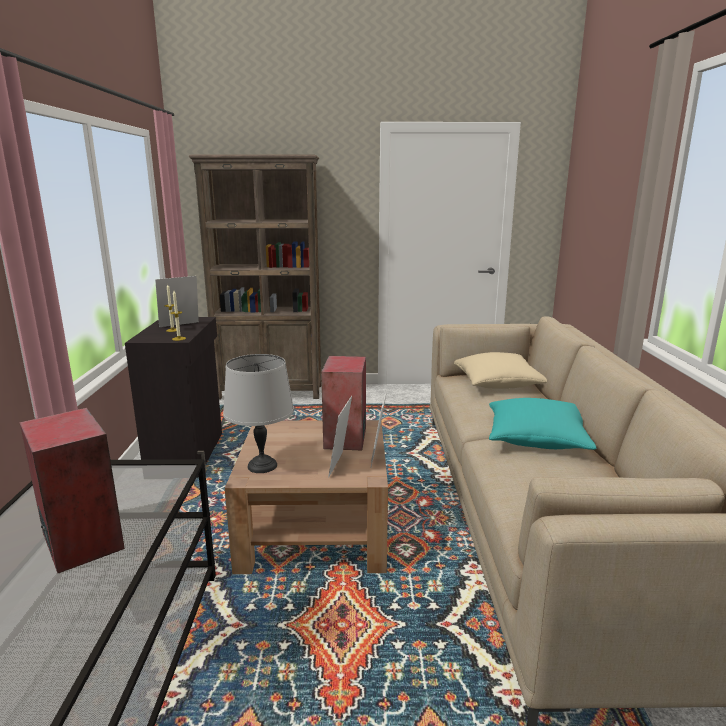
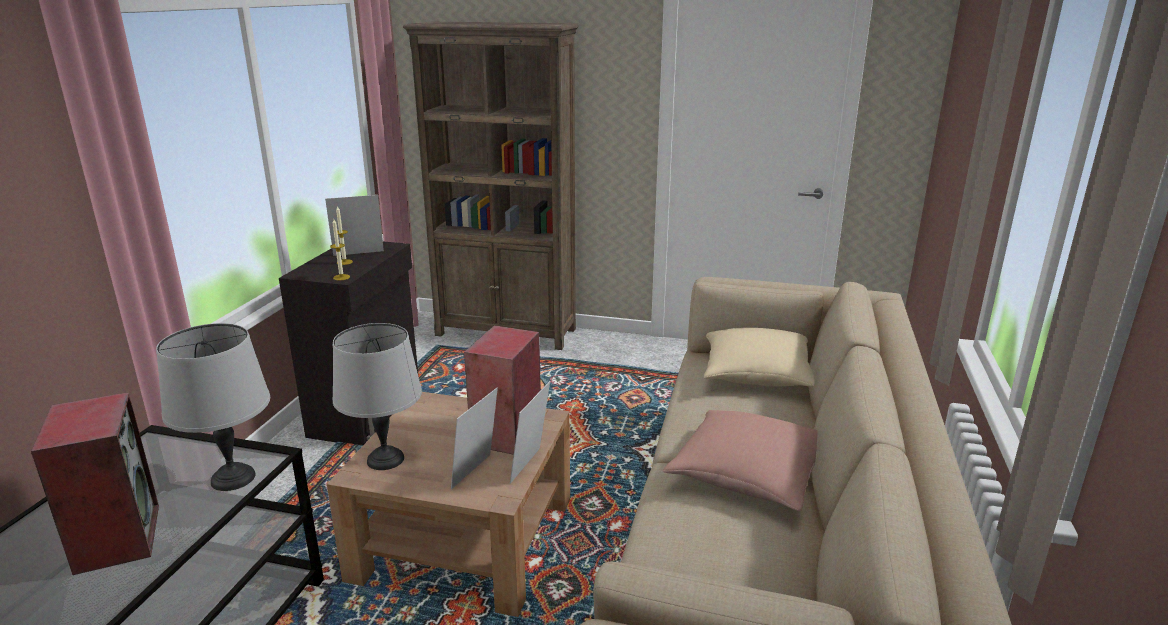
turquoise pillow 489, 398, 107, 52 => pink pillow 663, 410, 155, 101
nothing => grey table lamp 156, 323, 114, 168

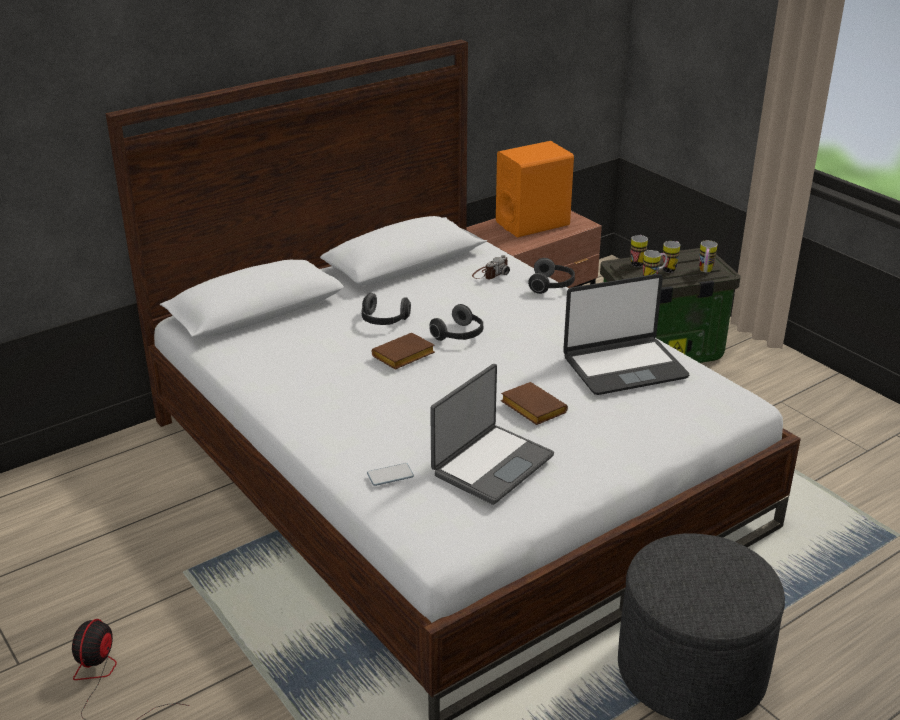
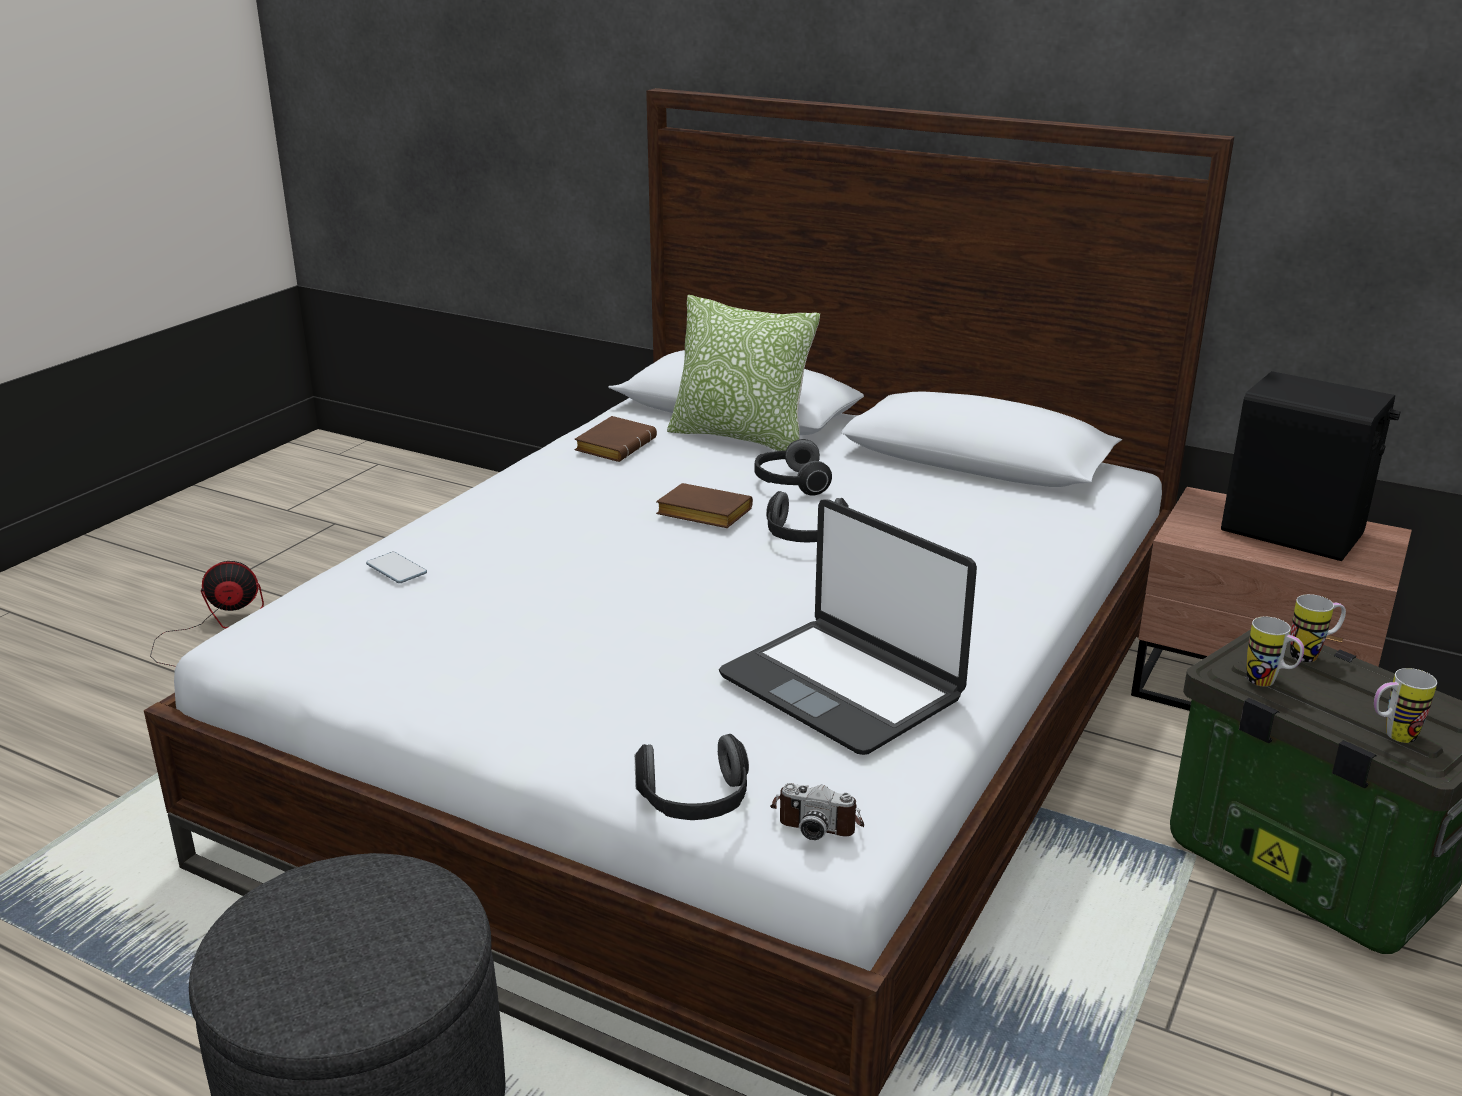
laptop 430, 364, 124, 141 => nothing
photo camera 472, 255, 38, 24 => photo camera 770, 783, 94, 57, relocated
orange speaker 496, 141, 78, 96 => black speaker 1221, 371, 180, 190
brown book 501, 382, 67, 43 => brown book 575, 416, 82, 46, relocated
headphones 528, 258, 47, 36 => headphones 634, 734, 115, 86, relocated
mug 662, 241, 18, 32 => nothing
nothing => pillow 667, 295, 153, 156

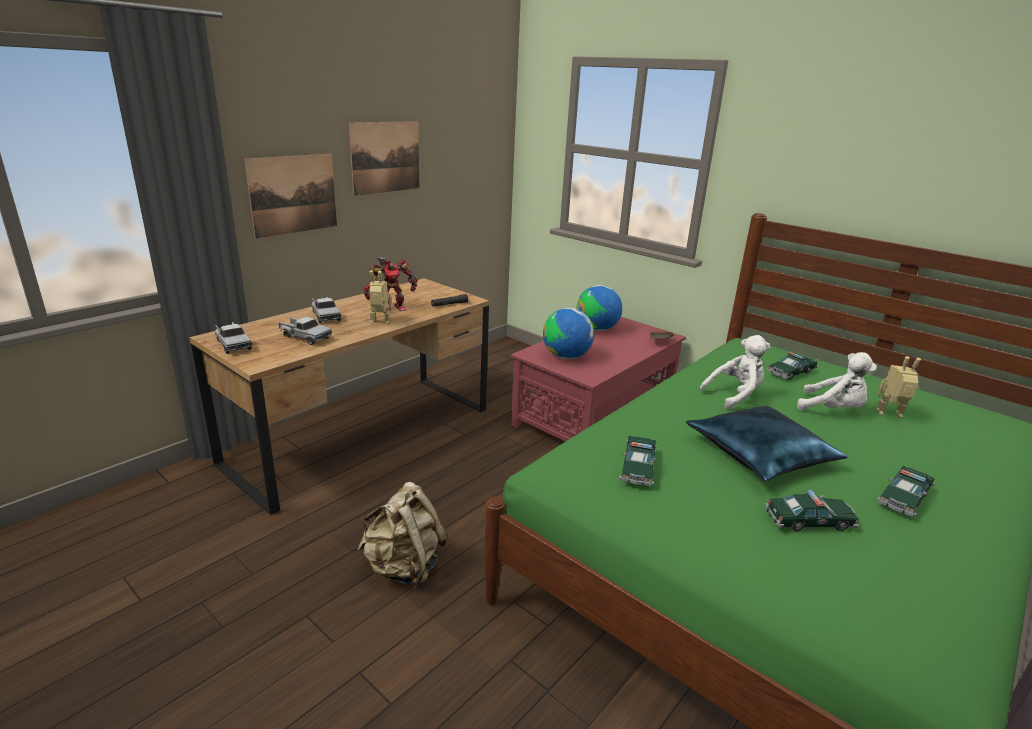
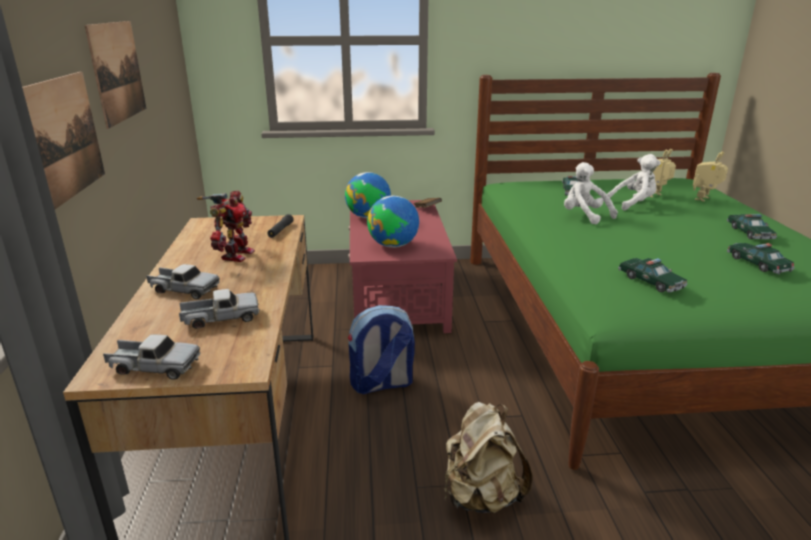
toy robot 369, 270, 23, 54 => toy robot 693, 151, 35, 51, relocated
blue pillow 686, 406, 162, 76 => nothing
white plush toy 700, 335, 70, 74 => white plush toy 564, 162, 54, 62, 60 degrees counterclockwise
toy car 765, 490, 94, 41 => toy car 727, 243, 68, 31, 60 degrees counterclockwise
nothing => backpack 348, 305, 67, 89

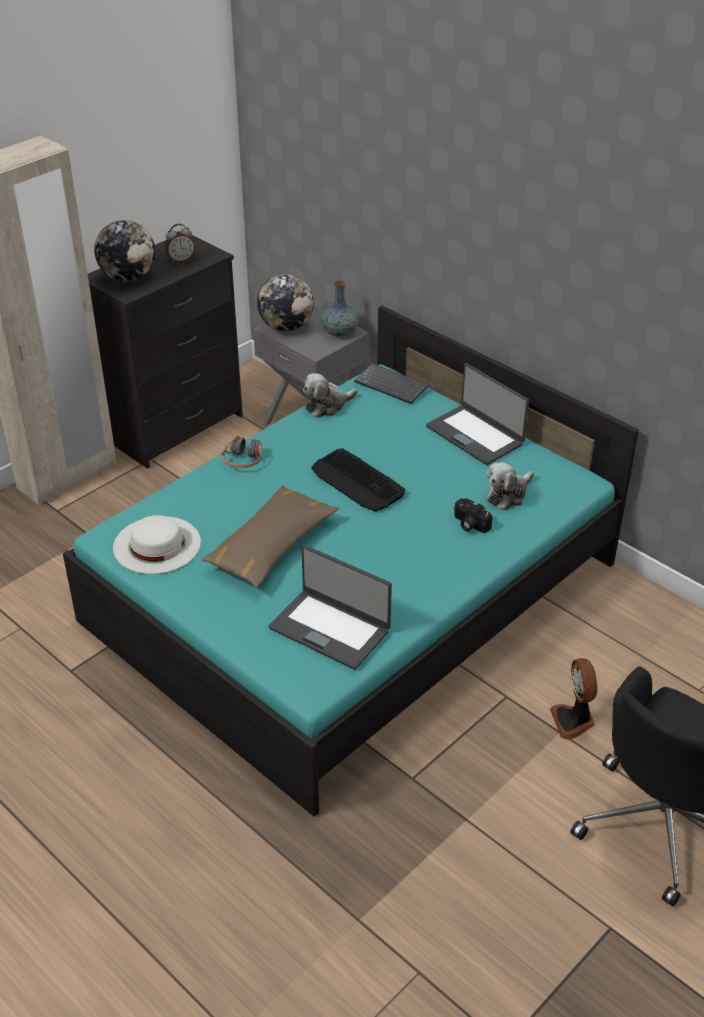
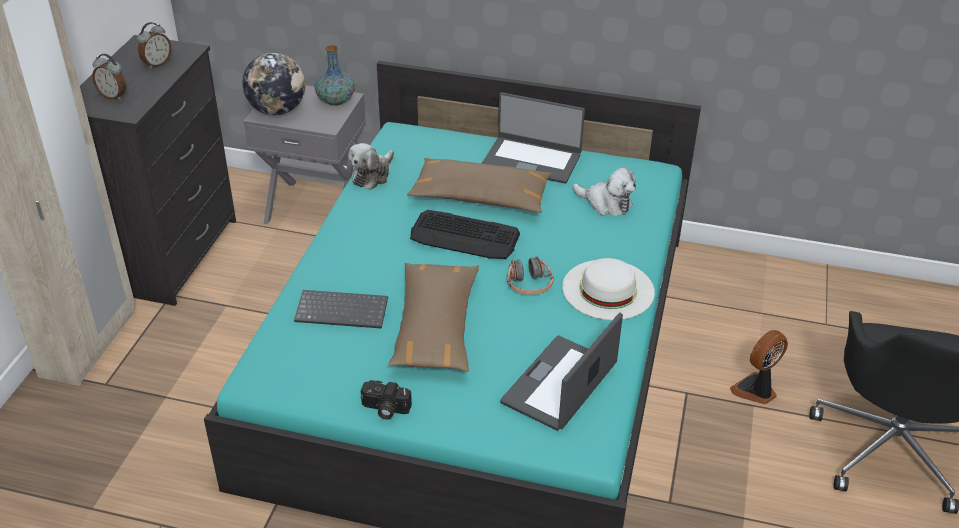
globe 94, 220, 62, 62 => alarm clock 92, 54, 34, 46
white hat 113, 515, 88, 59 => white hat 562, 258, 93, 62, relocated
headphones 222, 436, 40, 32 => headphones 507, 256, 47, 39, relocated
laptop 268, 545, 124, 125 => laptop 500, 312, 123, 119, 120 degrees clockwise
keyboard 354, 363, 75, 41 => keyboard 294, 290, 94, 39, relocated
photo camera 454, 498, 38, 35 => photo camera 361, 380, 51, 40, relocated
plush toy 487, 462, 47, 48 => plush toy 573, 168, 63, 48, 75 degrees counterclockwise
fan 550, 658, 47, 82 => fan 730, 330, 58, 74, 90 degrees clockwise
nothing => brown pillow 407, 158, 145, 55

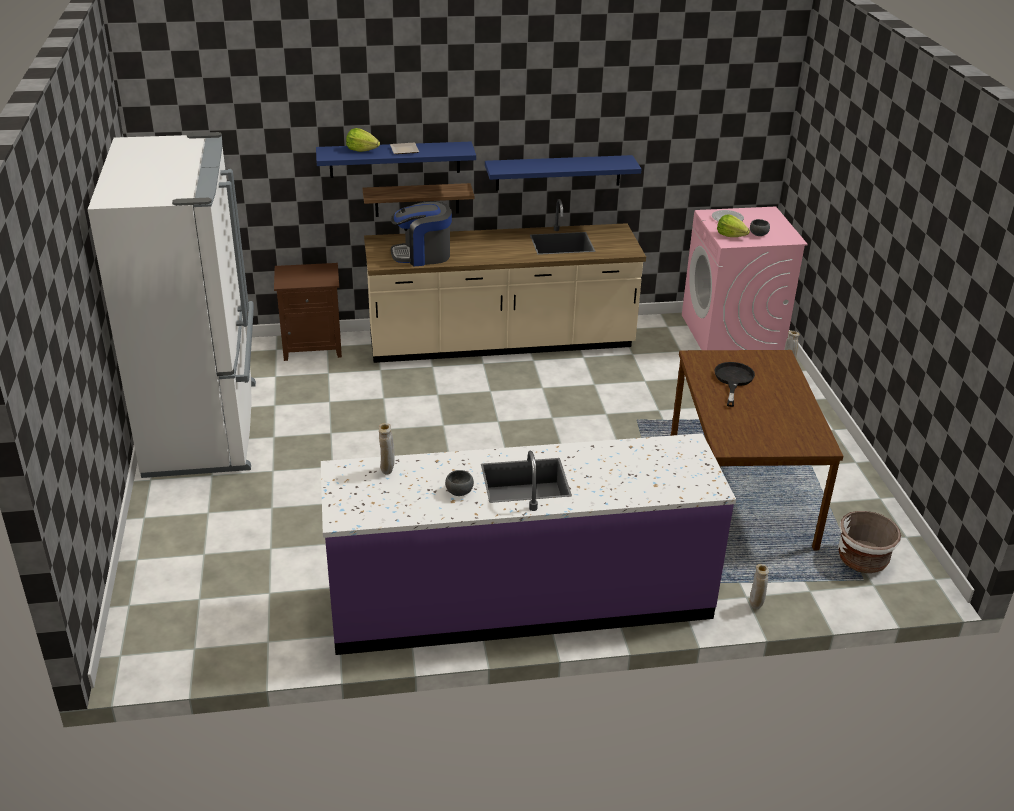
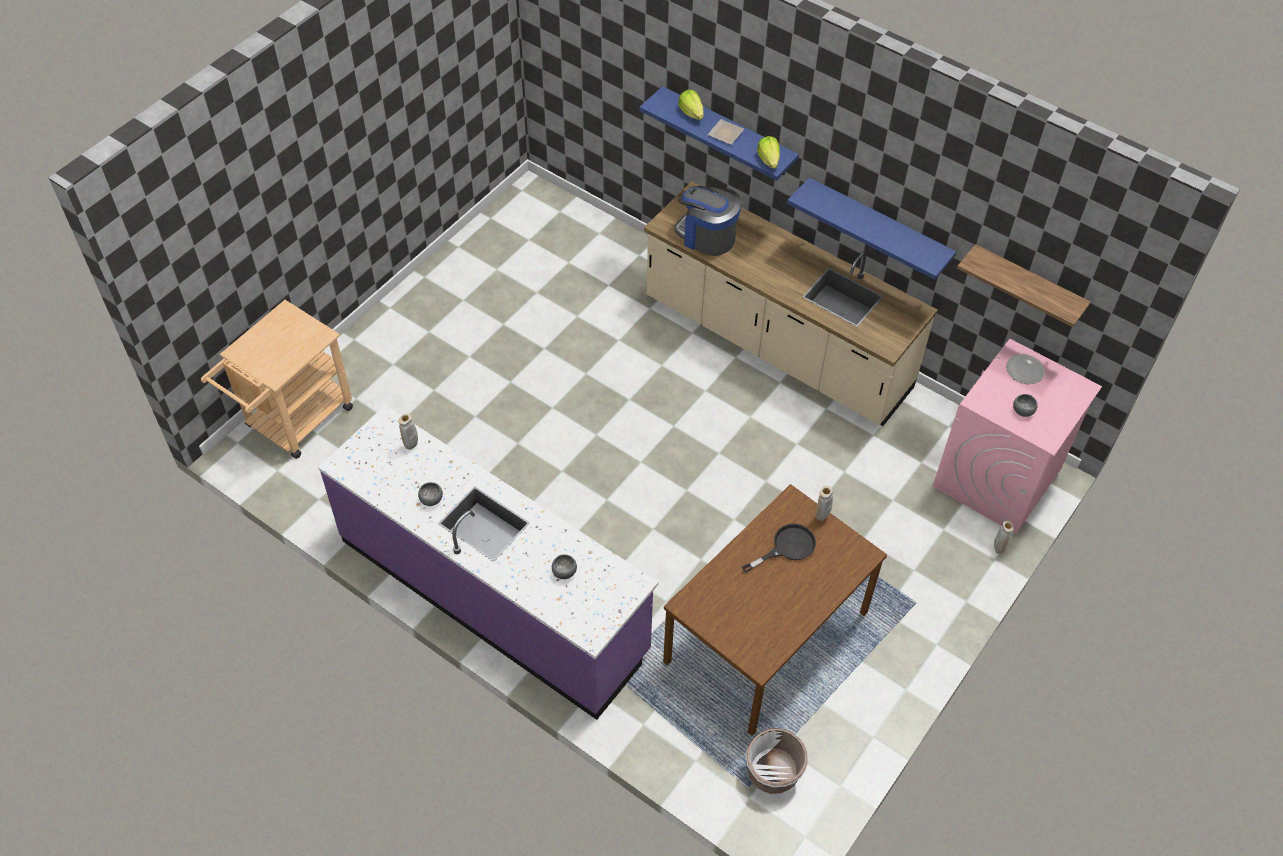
white fridge 87, 132, 169, 346 => nothing
brown nightstand 274, 263, 68, 98 => nothing
shelf 363, 183, 112, 34 => shelf 957, 244, 134, 83, relocated
lettuce 717, 214, 33, 23 => lettuce 757, 136, 23, 33, relocated
beige vase 750, 564, 19, 46 => beige vase 816, 486, 17, 35, relocated
nothing => beige cart 201, 300, 152, 159
nothing => grey bowl 552, 554, 25, 25

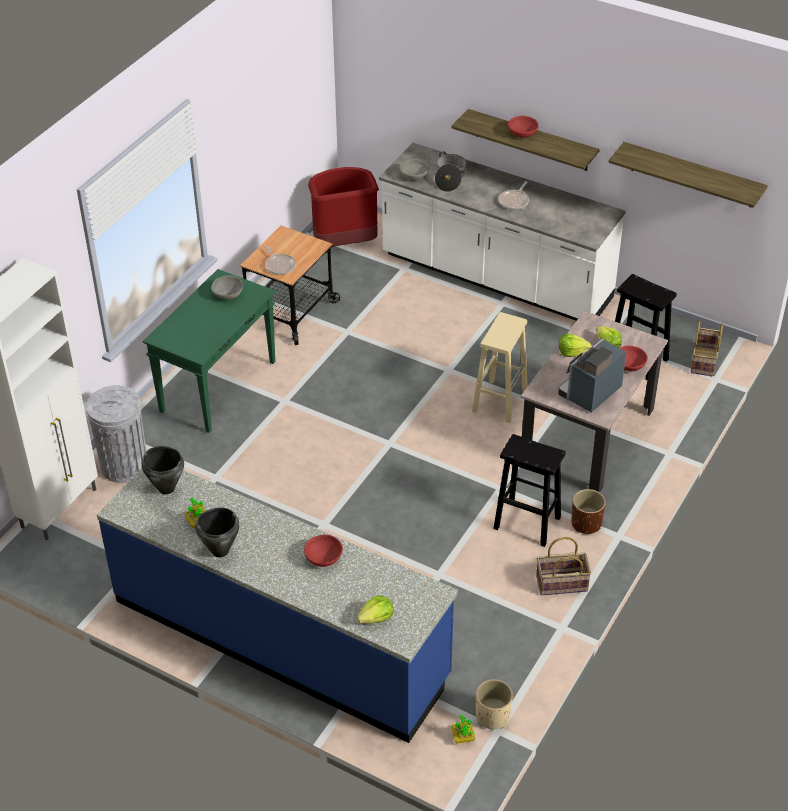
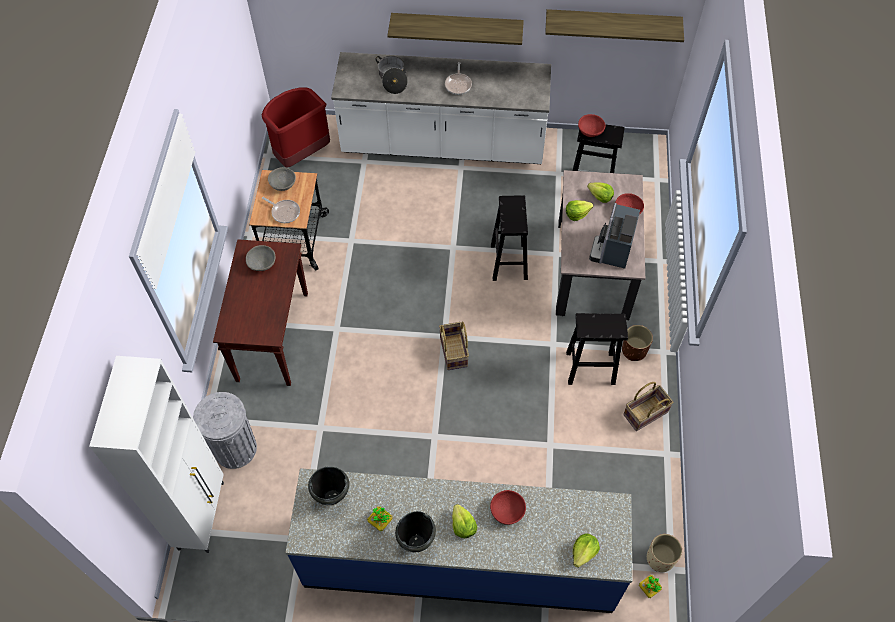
green console table 143, 269, 132, 164 => brown console table 213, 239, 95, 147
grey bowl 399, 159, 30, 21 => grey bowl 268, 167, 28, 24, relocated
beige stool 472, 312, 56, 111 => black stool 491, 195, 37, 86
red bowl 508, 116, 31, 22 => red bowl 578, 114, 27, 23, relocated
basket 691, 320, 32, 56 => basket 439, 321, 30, 49, relocated
nothing => lettuce 452, 504, 25, 34

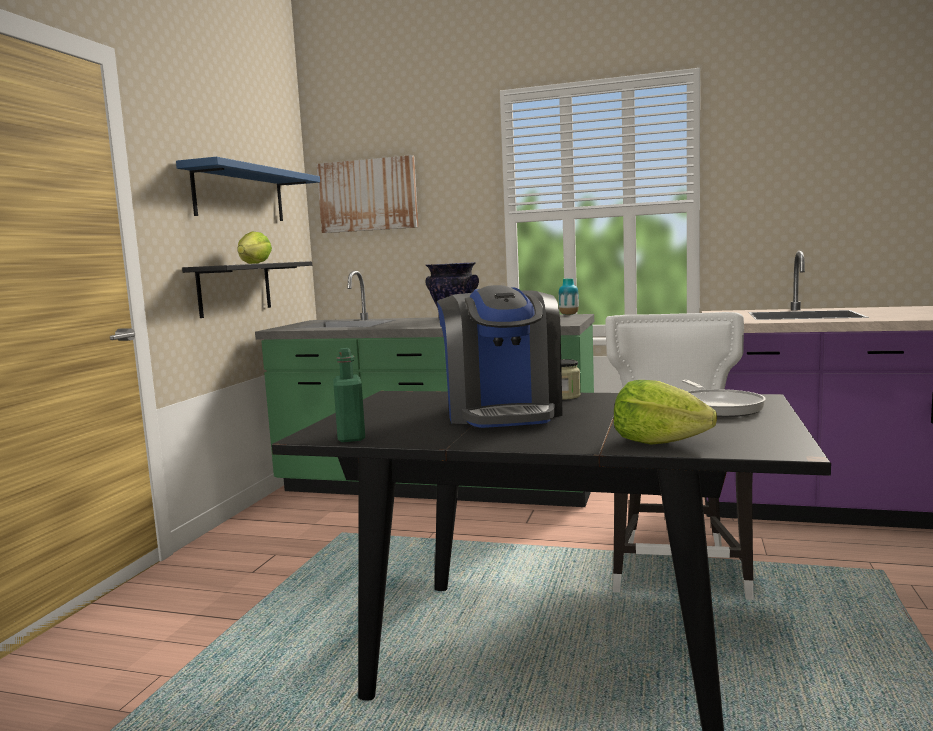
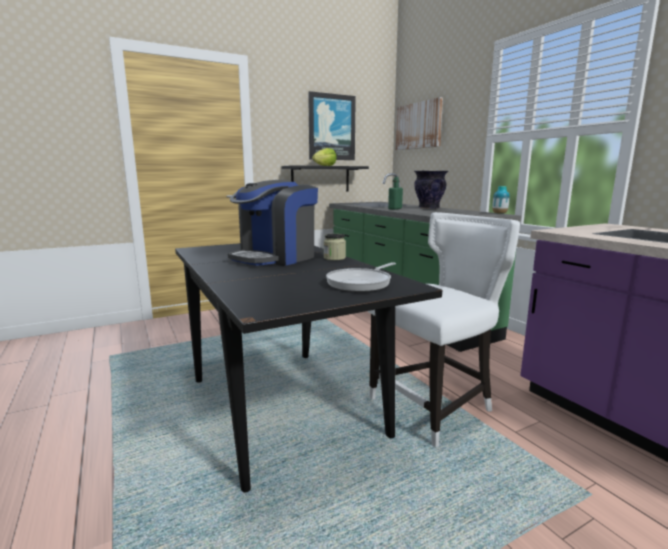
blue shelf 176, 157, 144, 64 => picture 308, 91, 48, 69
green bottle 333, 348, 32, 94 => green bottle 388, 177, 15, 33, relocated
lettuce 614, 380, 103, 65 => nothing

